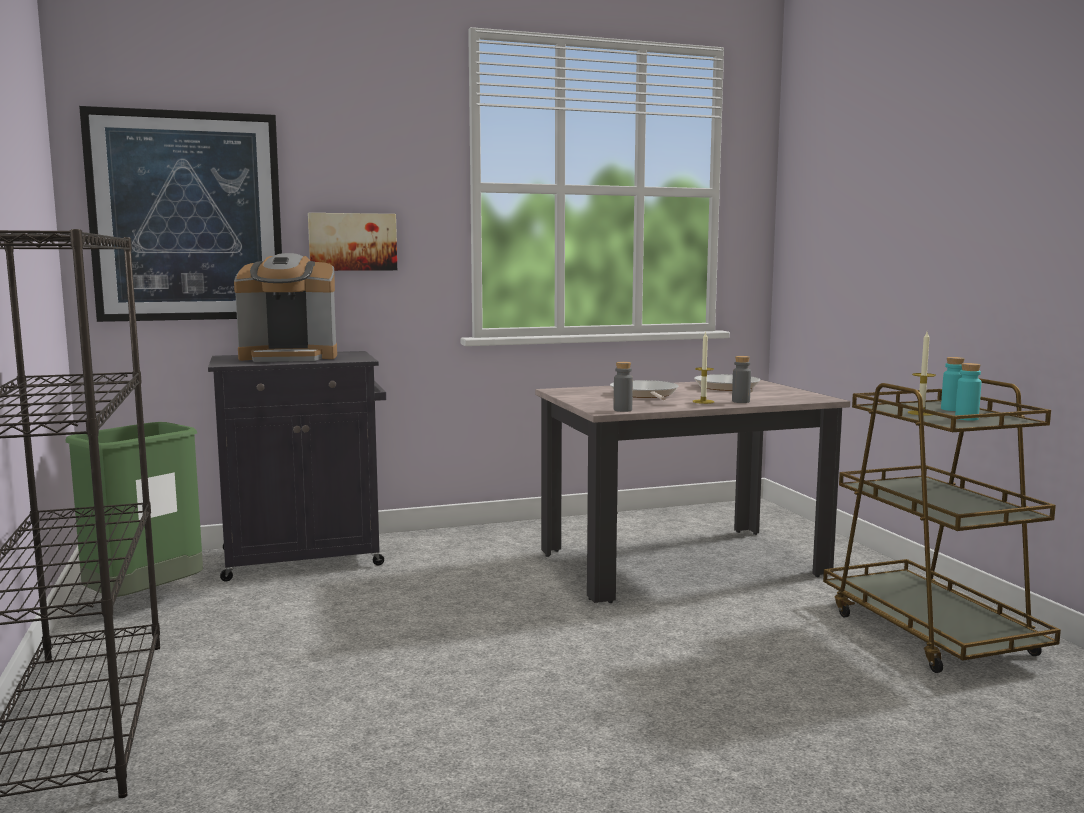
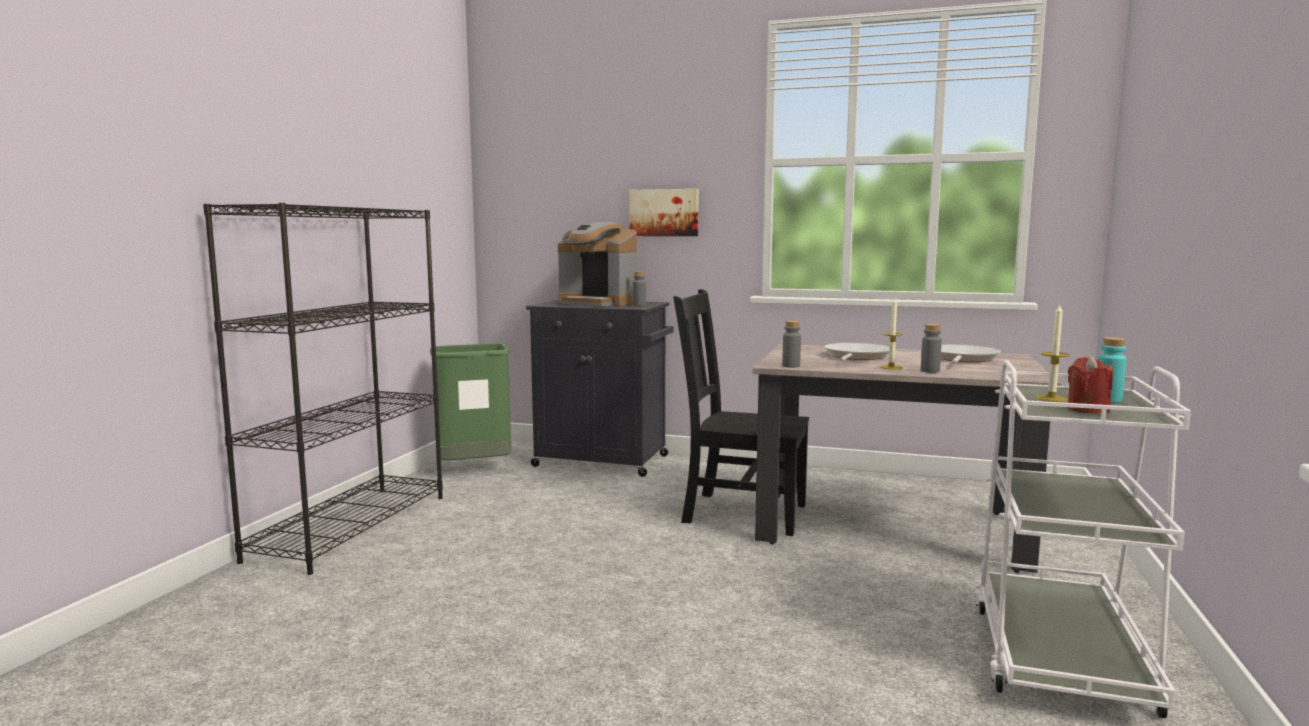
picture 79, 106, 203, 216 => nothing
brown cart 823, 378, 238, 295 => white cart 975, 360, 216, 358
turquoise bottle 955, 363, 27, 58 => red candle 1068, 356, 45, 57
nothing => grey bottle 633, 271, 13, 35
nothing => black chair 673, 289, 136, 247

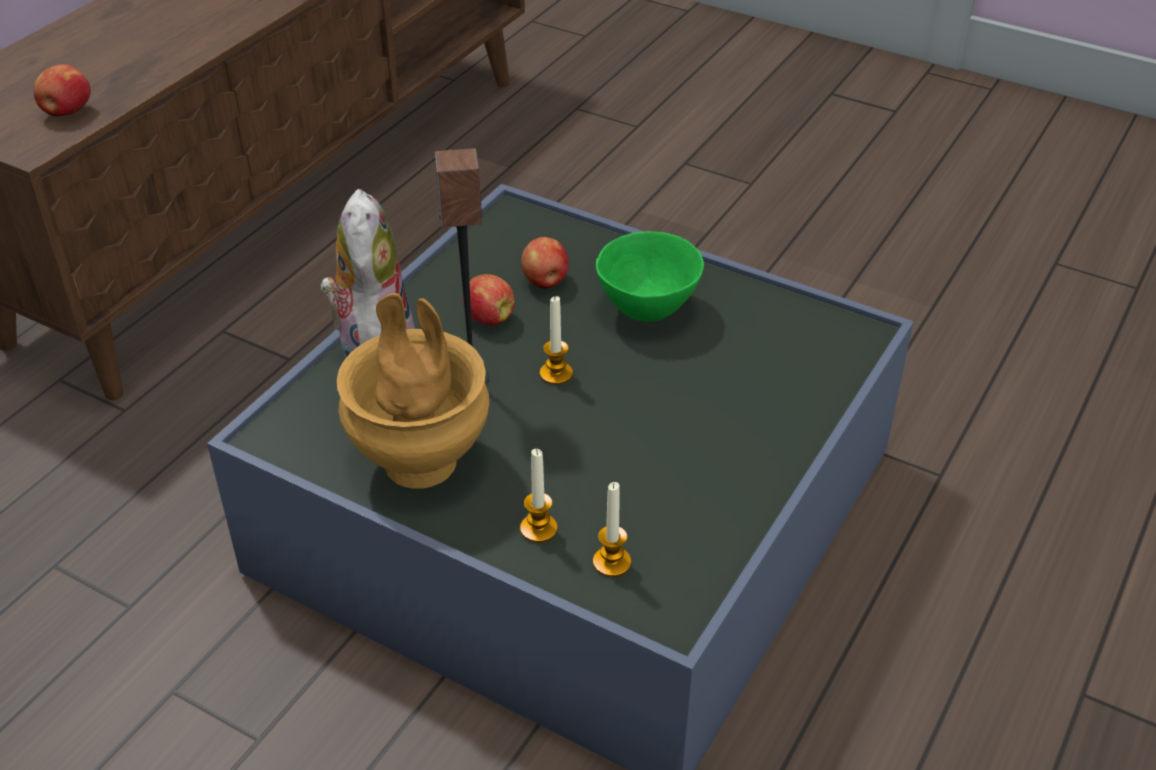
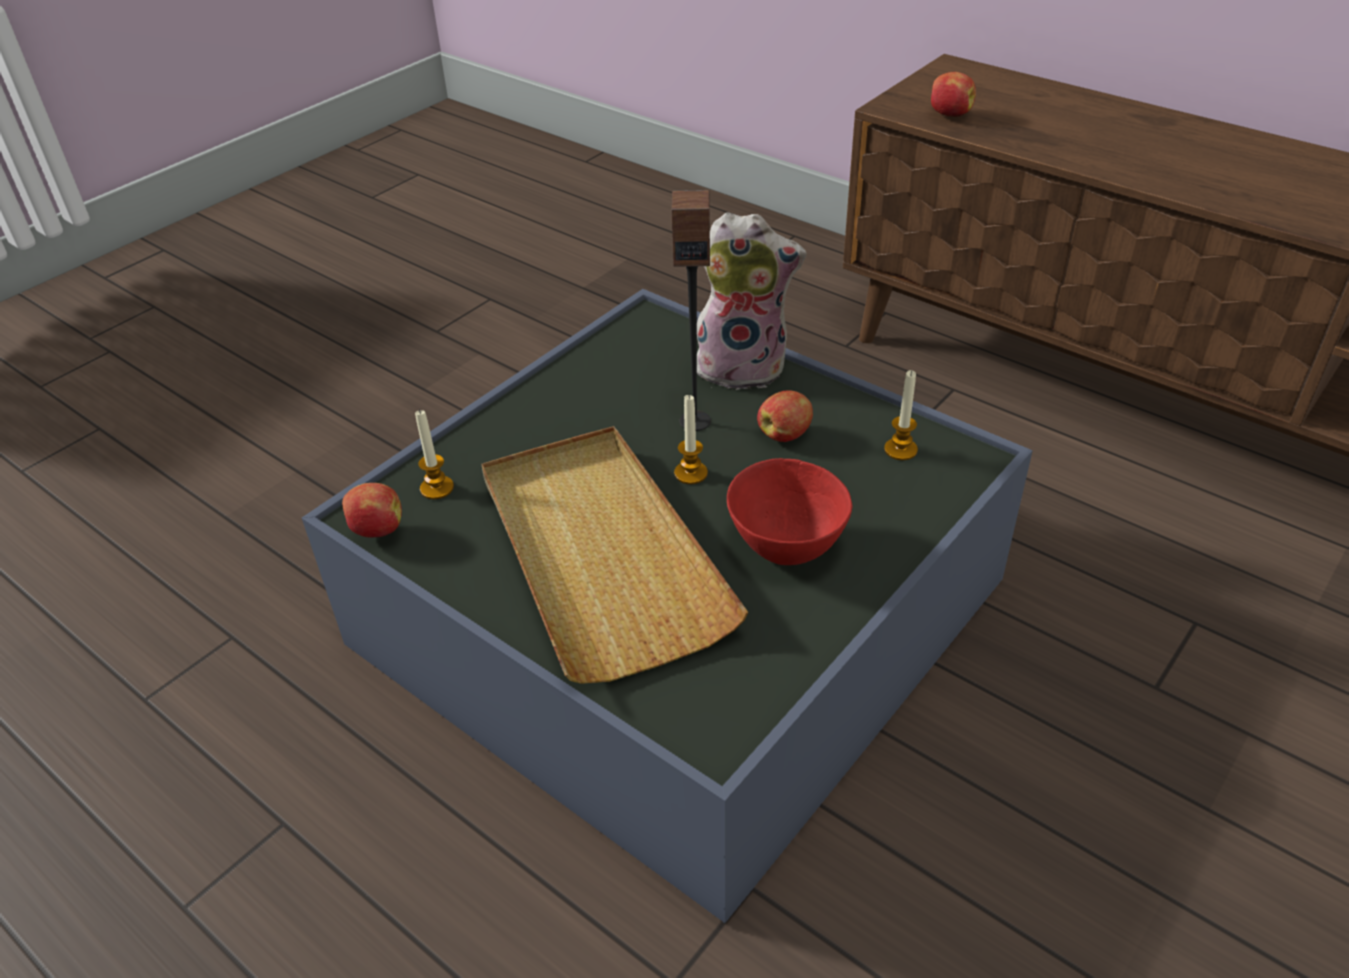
brown vase 337, 293, 152, 196 => nothing
candle 520, 449, 38, 94 => candle 884, 370, 34, 90, relocated
apple 521, 237, 48, 52 => apple 342, 483, 60, 55, relocated
green bowl 596, 231, 108, 91 => red bowl 727, 458, 125, 107
nothing => beige tray 482, 426, 266, 258

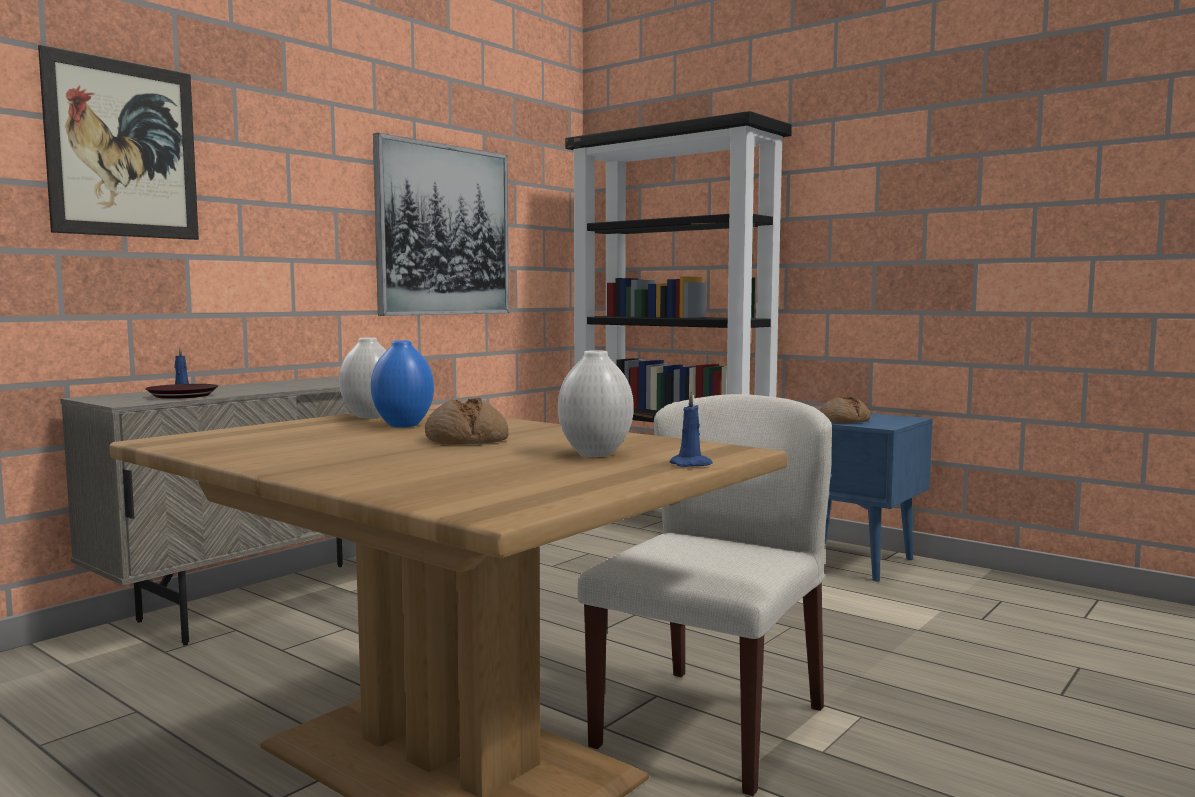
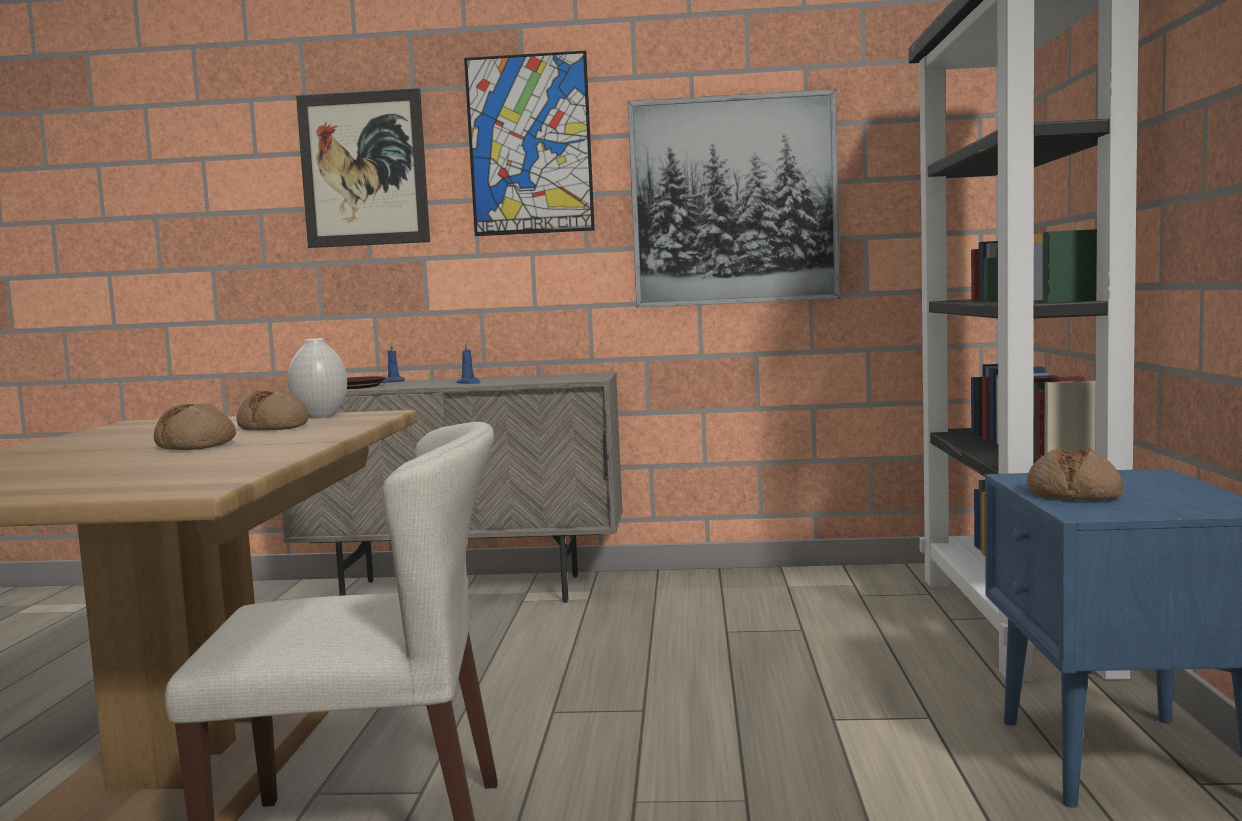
blue vase 371, 341, 63, 86 => bread 237, 389, 72, 42
white vase 558, 350, 76, 107 => nothing
blue candle 669, 391, 44, 76 => blue candle 456, 342, 24, 42, relocated
nothing => picture 464, 51, 131, 185

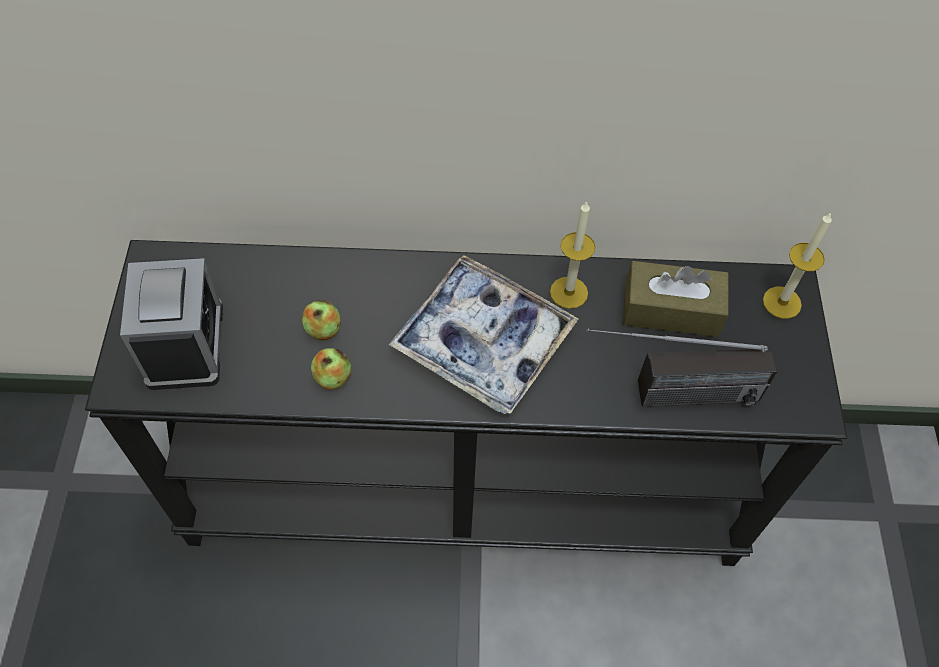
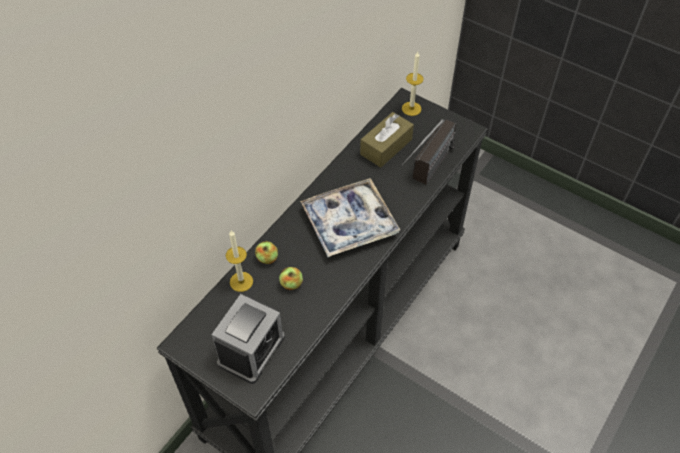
alarm clock 120, 258, 103, 132 => alarm clock 211, 294, 74, 90, 90 degrees clockwise
apple 311, 348, 40, 42 => apple 255, 241, 23, 23, relocated
candle 550, 201, 45, 108 => candle 226, 230, 27, 62, relocated

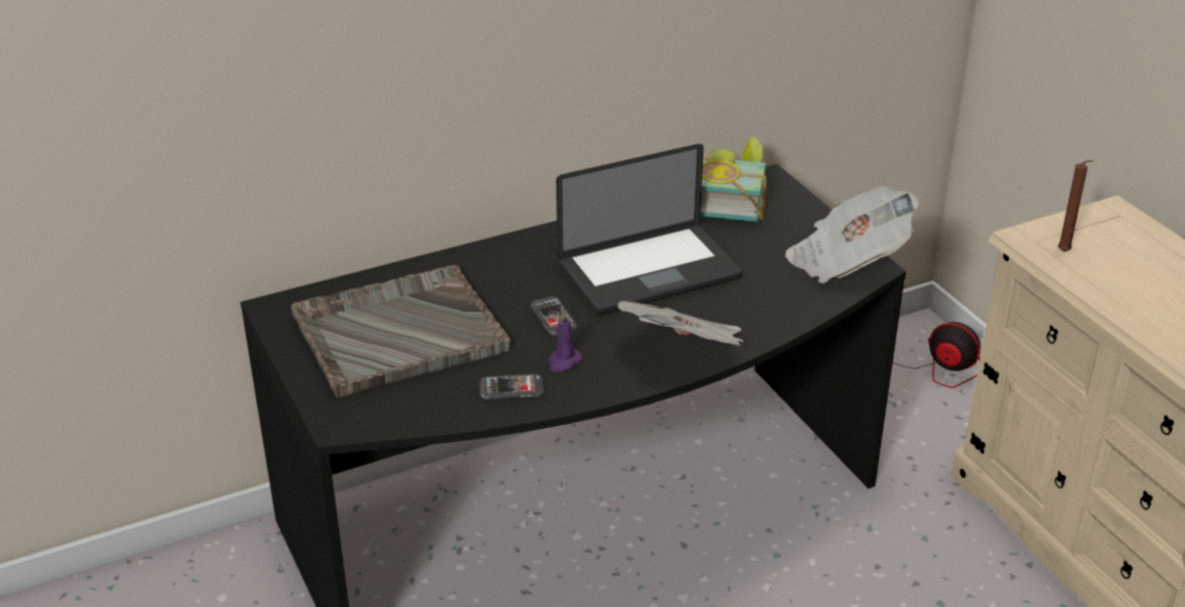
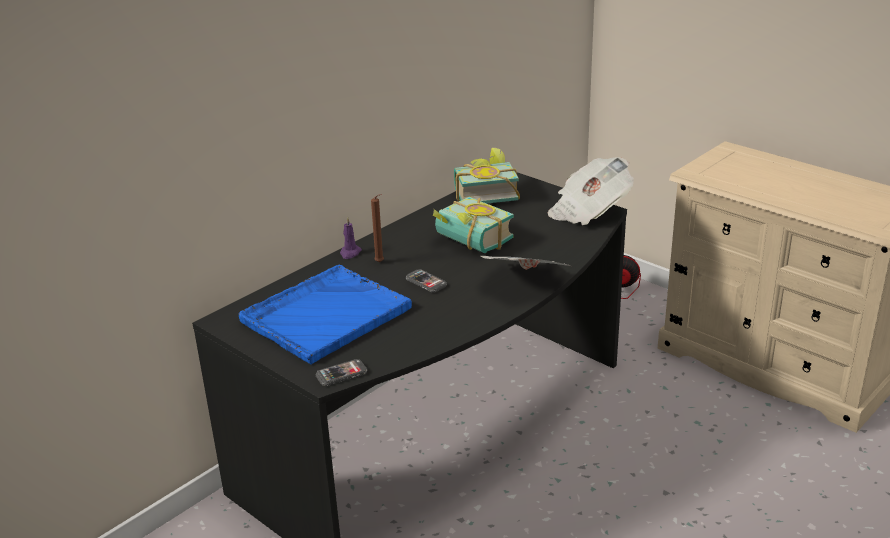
grey tray 291, 265, 220, 133 => blue tray 239, 265, 173, 100
phone 479, 374, 65, 26 => phone 316, 359, 51, 27, relocated
purple candle 548, 311, 35, 61 => purple candle 340, 217, 22, 42, relocated
laptop 556, 144, 186, 170 => book 433, 197, 81, 56
brown candle 1058, 160, 36, 92 => brown candle 371, 194, 13, 69, relocated

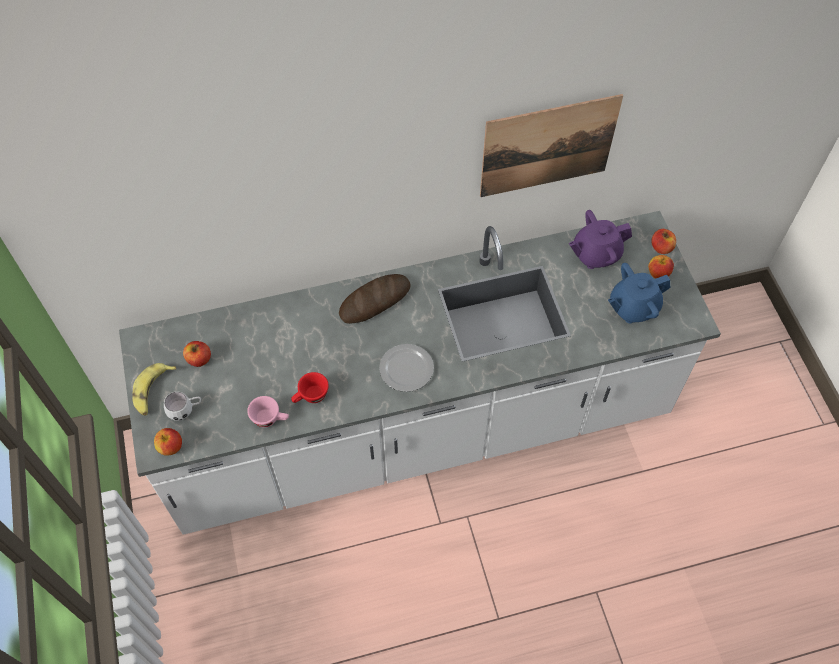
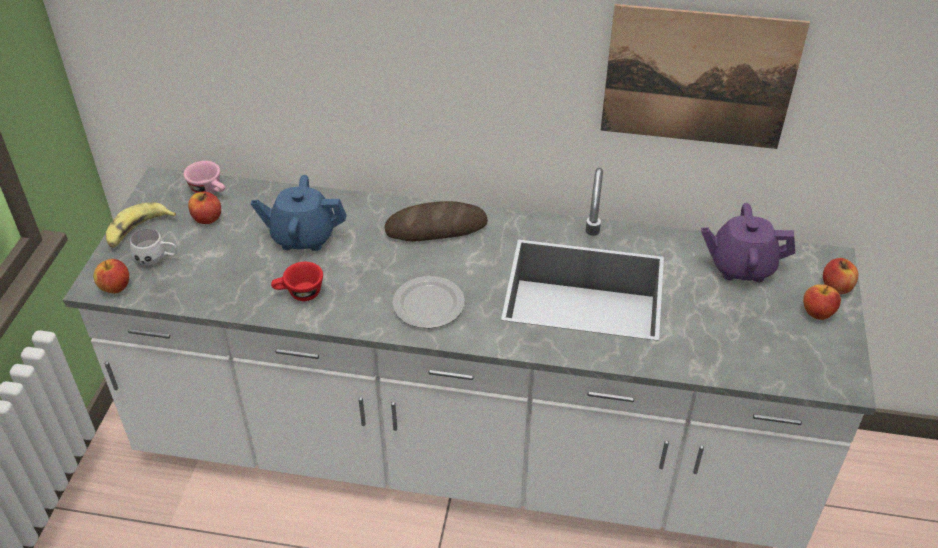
pink cup 247, 396, 42, 31 => pink cup 184, 161, 41, 32, relocated
blue teapot 608, 263, 62, 60 => blue teapot 251, 175, 96, 76, relocated

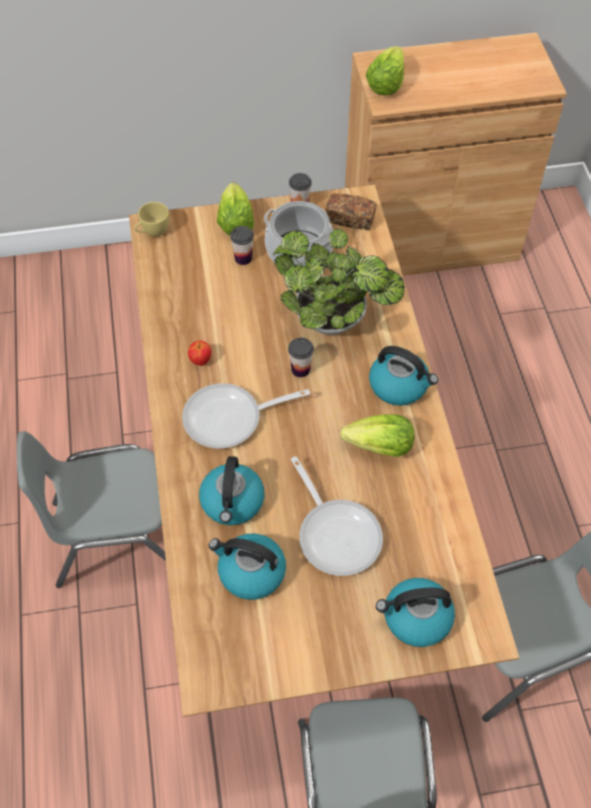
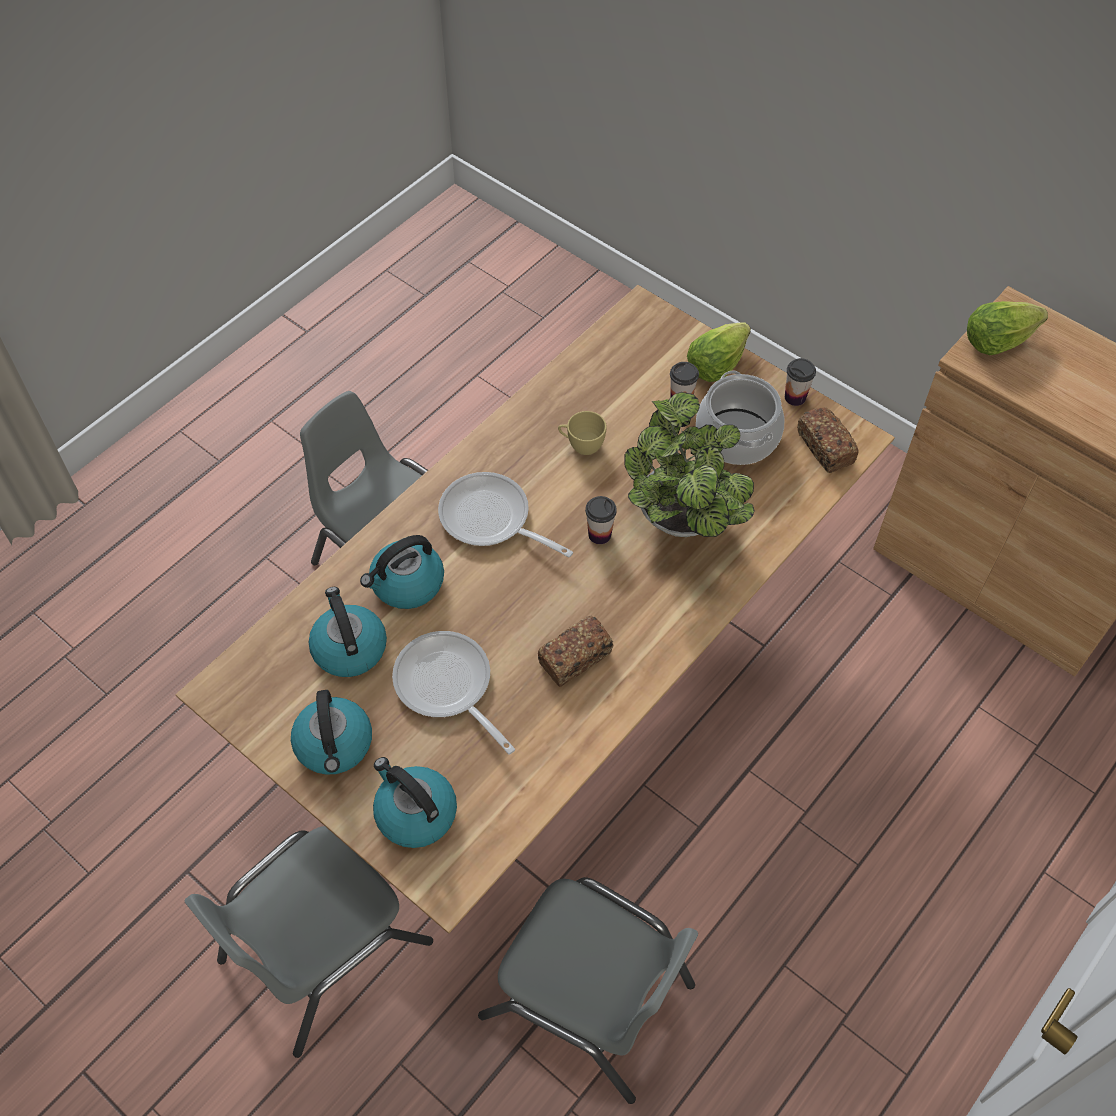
yellow cup 134, 202, 35, 35 => yellow cup 558, 411, 49, 44, relocated
apple 188, 340, 24, 26 => nothing
frying pan 291, 456, 92, 120 => frying pan 392, 631, 123, 123, 120 degrees clockwise
lettuce 340, 414, 74, 43 => bread 538, 616, 75, 71
kettle 369, 346, 69, 60 => kettle 291, 690, 81, 85, relocated

